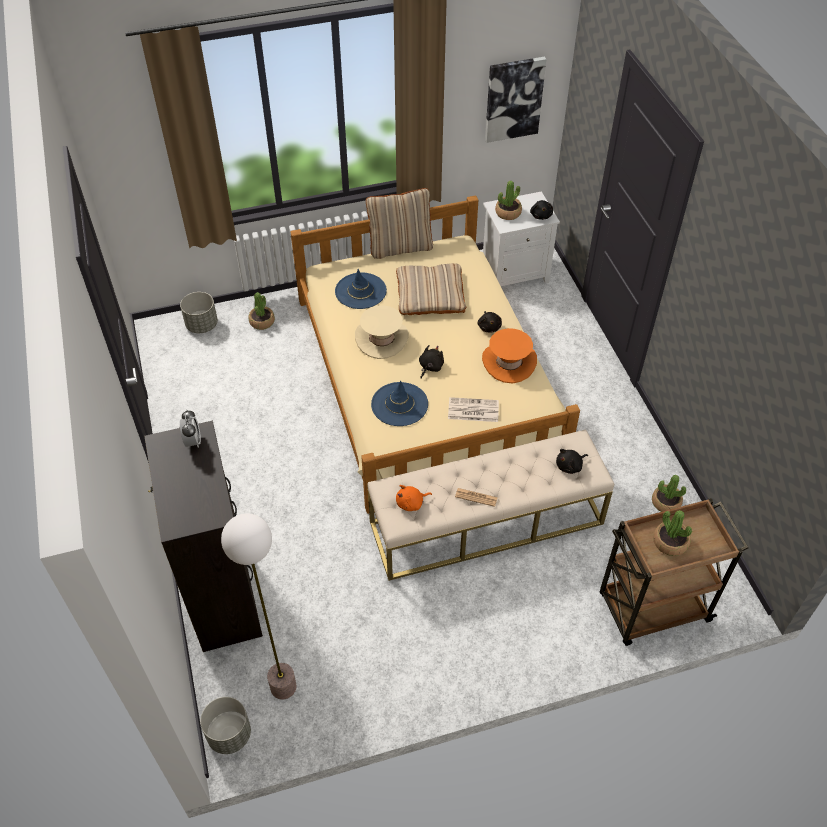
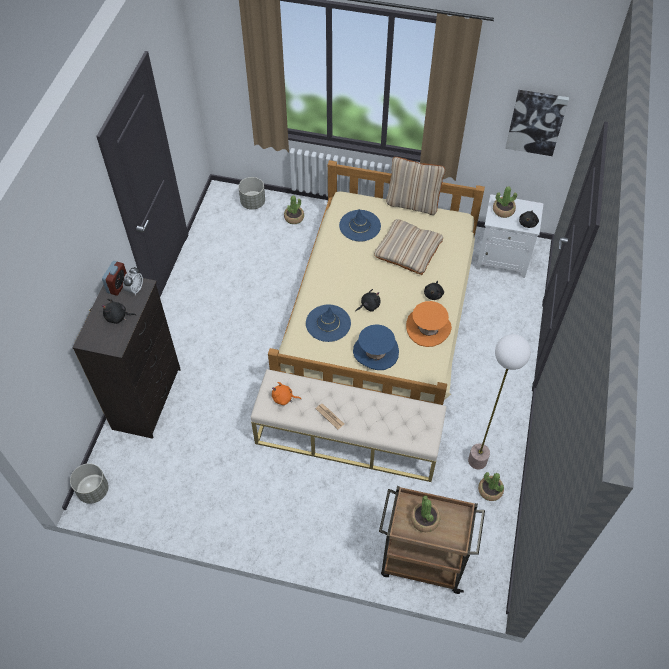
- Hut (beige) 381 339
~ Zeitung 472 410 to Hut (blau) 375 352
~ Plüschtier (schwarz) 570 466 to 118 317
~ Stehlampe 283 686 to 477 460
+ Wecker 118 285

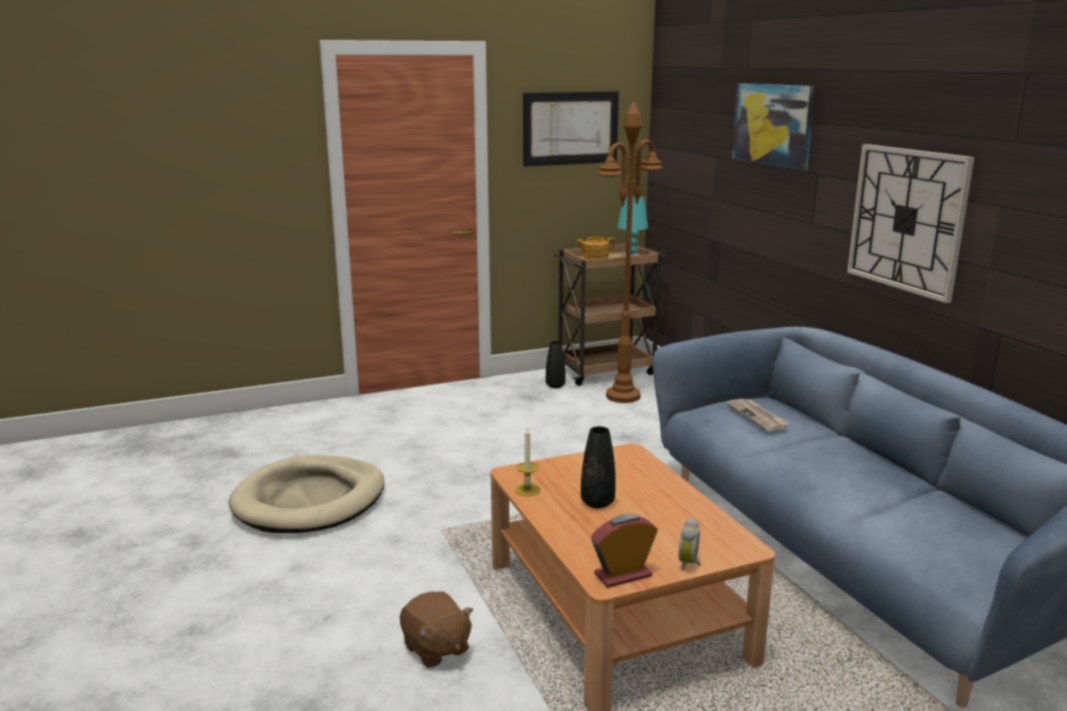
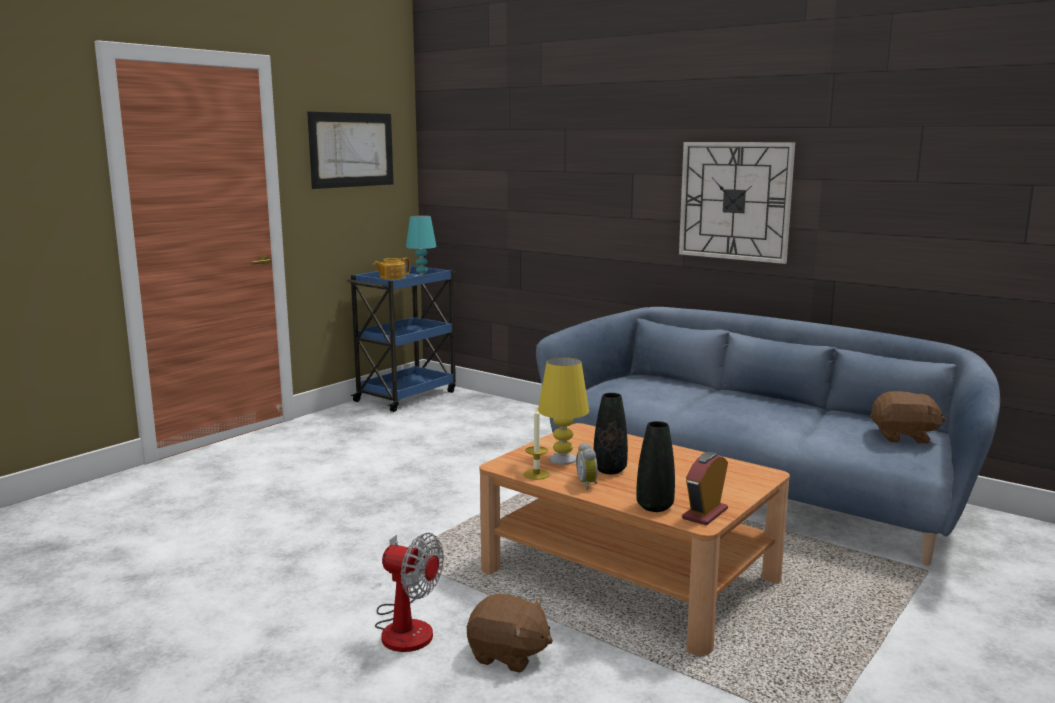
- Bild 773 124
- Stehlampe (braun) 622 396
~ Rollwagen (braun) 606 371 to Rollwagen (blau) 407 396
~ Vase (schwarz) 555 385 to 654 507
- Zeitung 758 417
- Hundebett (beige) 310 500
~ Wecker 690 564 to 588 484
+ Tischlampe (gelb) 563 459
+ Plüschtier (braun) 903 437
+ Ventilator 405 626

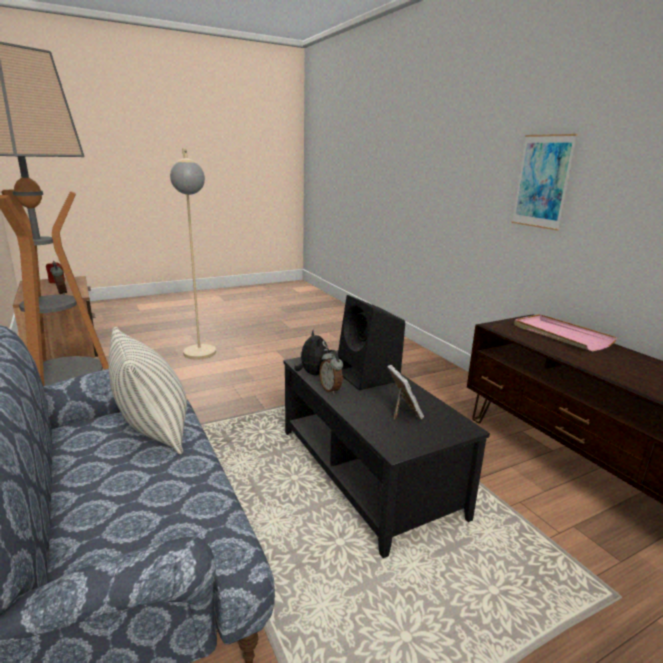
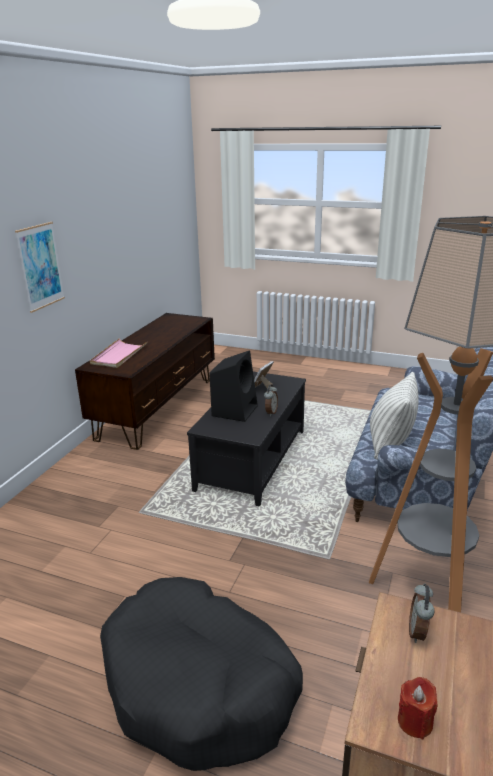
~ Stehlampe (beige) 200 357 to Hundebett (schwarz) 199 684
- Plüschtier 312 374

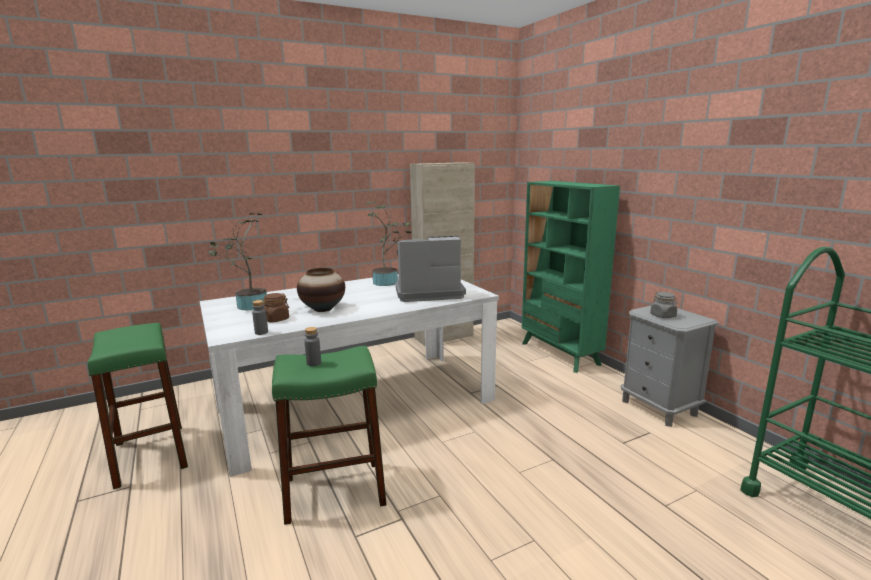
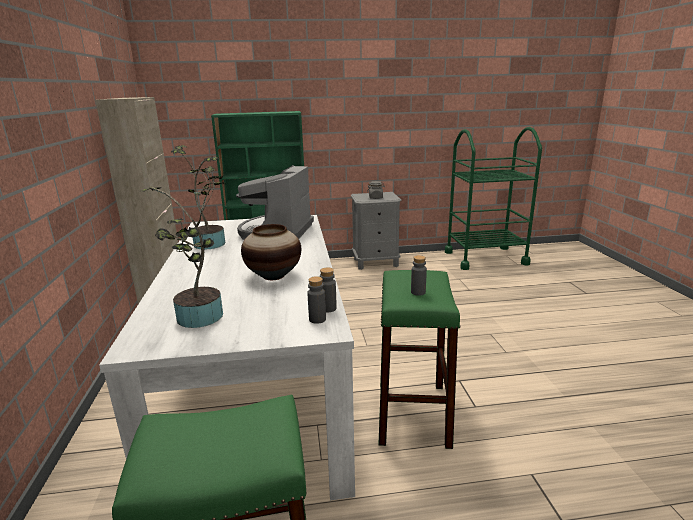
- Vorratsglas (braun) 275 319
+ Flasche (grau) 317 319

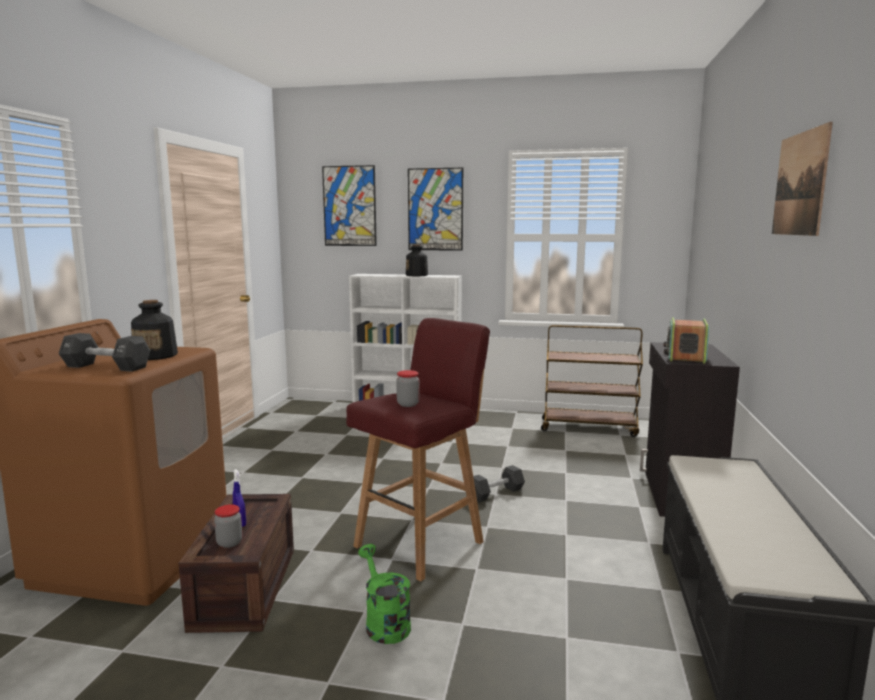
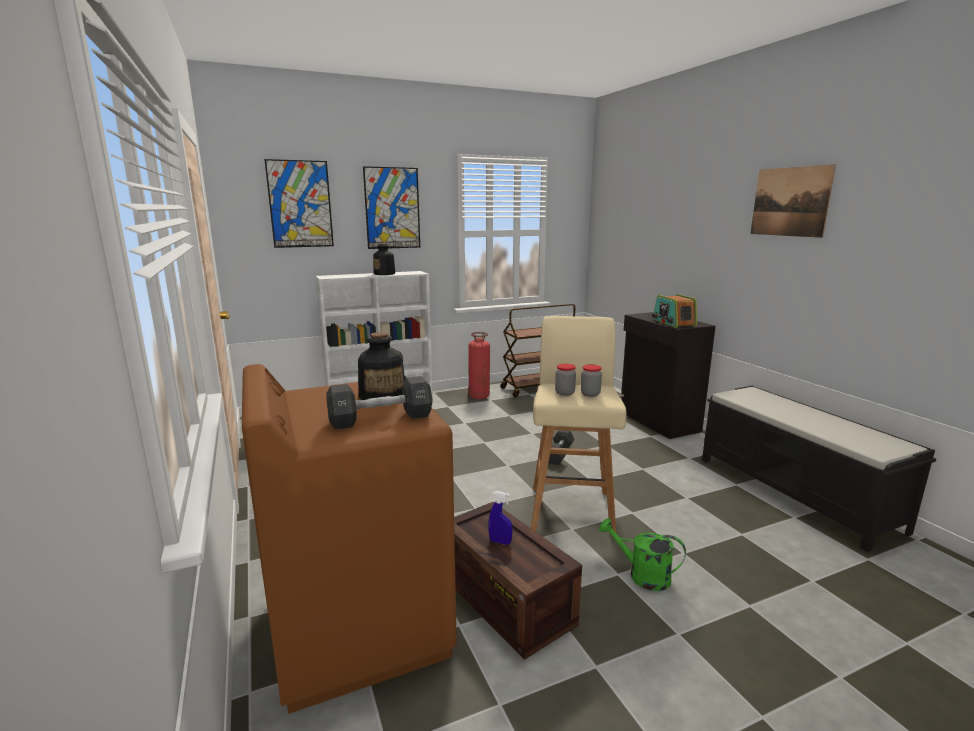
~ Hocker (rot) 421 543 to Hocker (beige) 571 509
~ Vorratsglas 229 543 to 565 393
+ Feuerlöscher 479 396

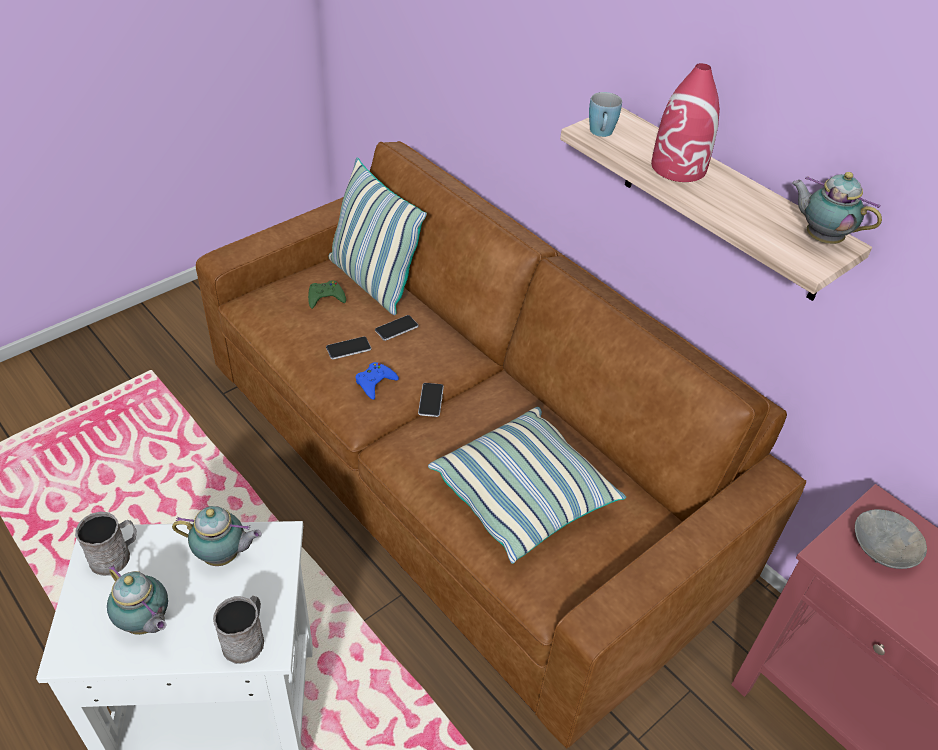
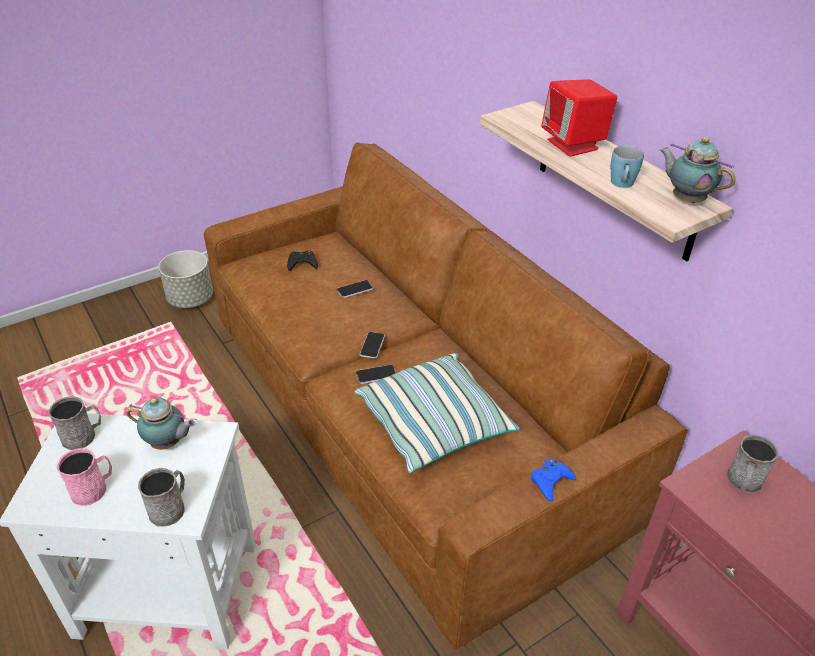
~ Vase (rot) 679 167 to Lautsprecher (rot) 573 145
~ Henkelbecher (blau) 601 134 to 622 185
- Kissen 372 281
~ Gamepad (grün) 325 297 to Gamepad (schwarz) 302 264
~ Handy 348 348 to 376 375
~ Gamepad (blau) 375 383 to 551 481
~ Schüssel (grau) 884 547 to Henkelbecher (grau) 743 482
~ Teekanne 146 624 to Henkelbecher (rosa) 94 489
+ Pflanzkübel (grau) 190 299

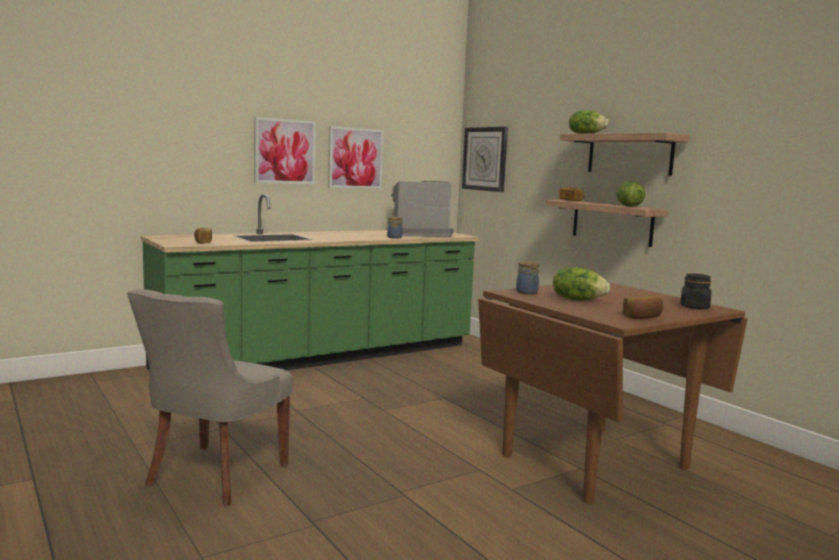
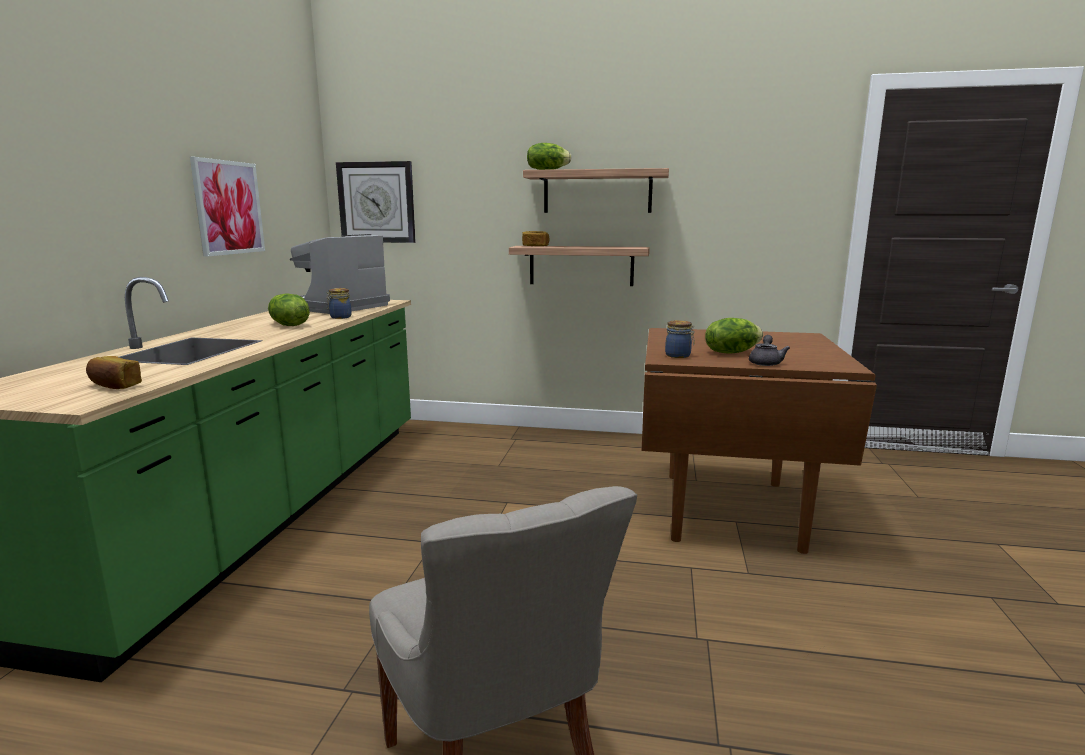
- Bild 285 151
~ Salatkopf 627 206 to 288 325
- Vorratsglas (schwarz) 694 307
- Brot 642 317
+ Teekanne (grau) 766 362

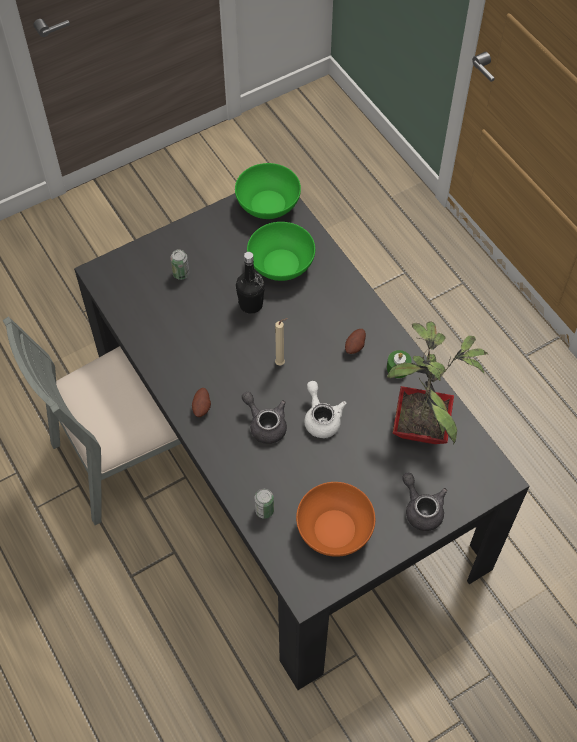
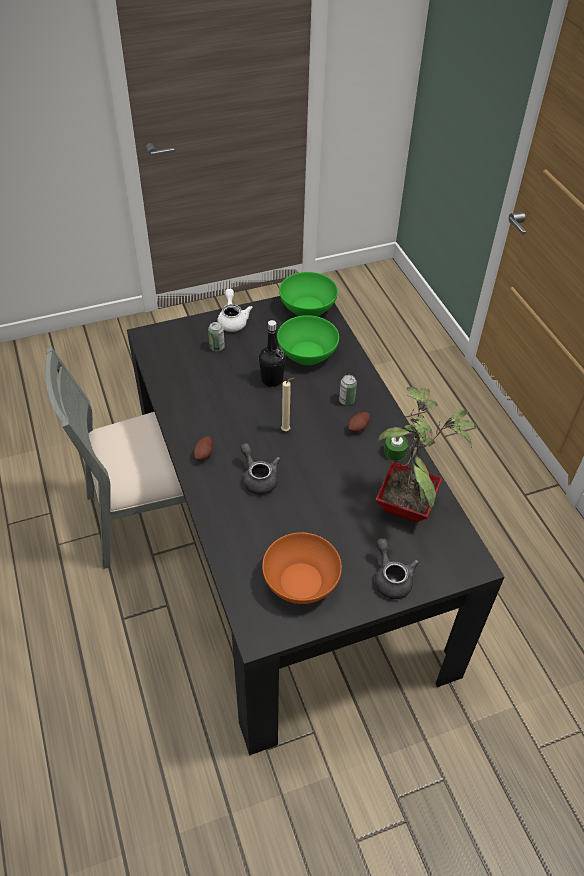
~ Teekanne (weiß) 321 418 to 232 320
~ Dose 264 510 to 346 400

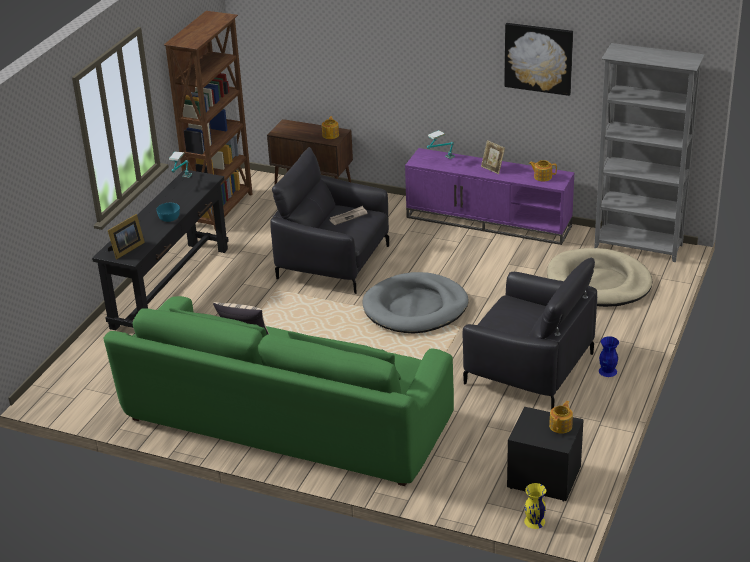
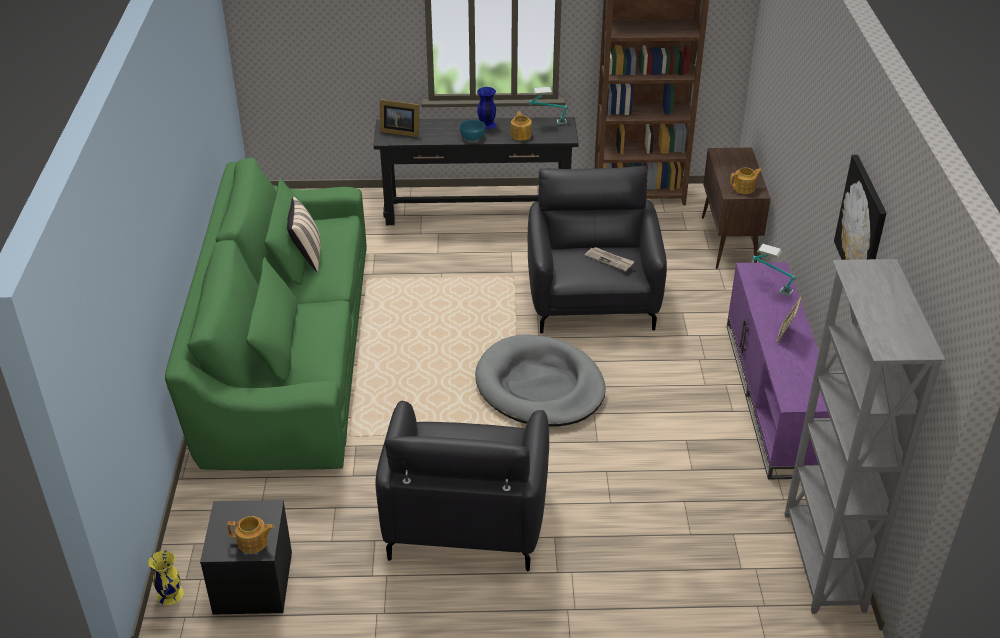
~ Teekanne 542 177 to 521 135
- Hundebett (beige) 598 282
~ Vase (blau) 607 371 to 486 124

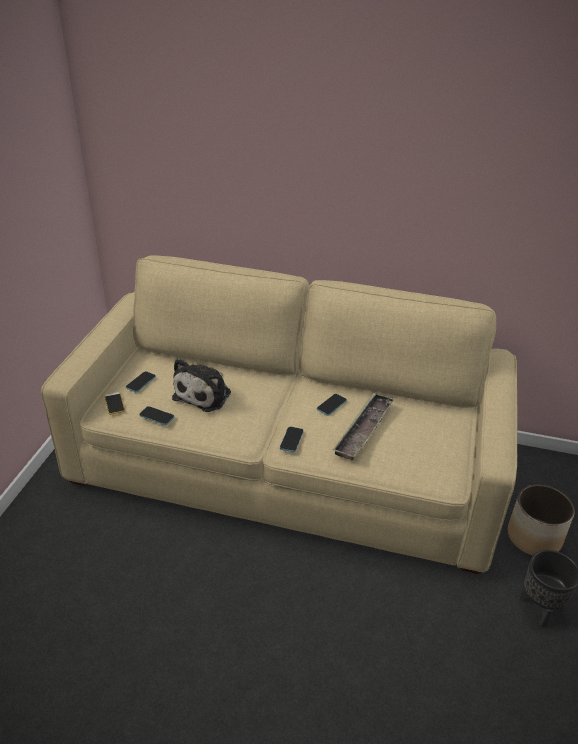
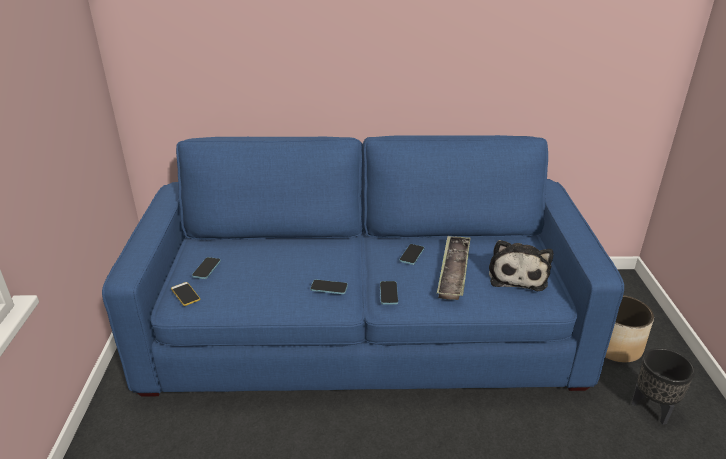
~ Sofa (beige) 286 464 to Sofa (blau) 362 329
~ Plüschtier 204 394 to 517 275
~ Handy 157 416 to 329 288

